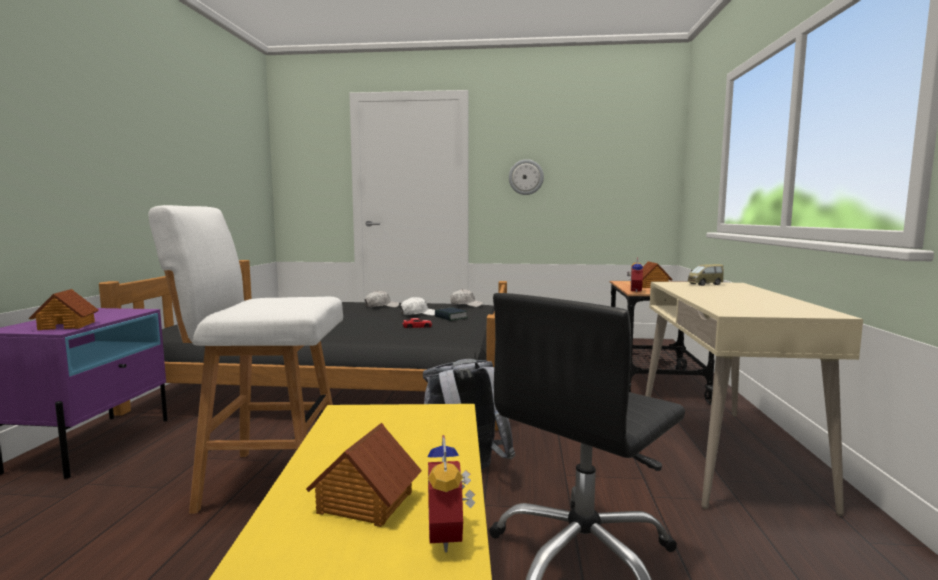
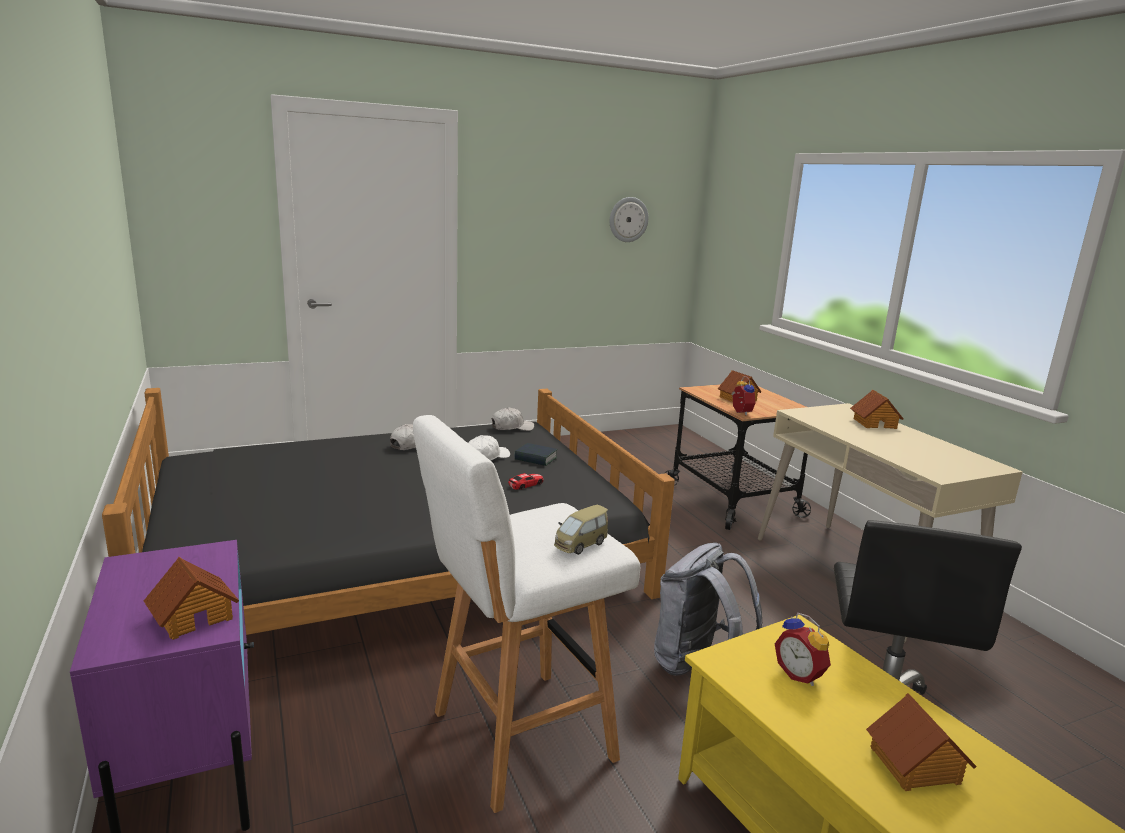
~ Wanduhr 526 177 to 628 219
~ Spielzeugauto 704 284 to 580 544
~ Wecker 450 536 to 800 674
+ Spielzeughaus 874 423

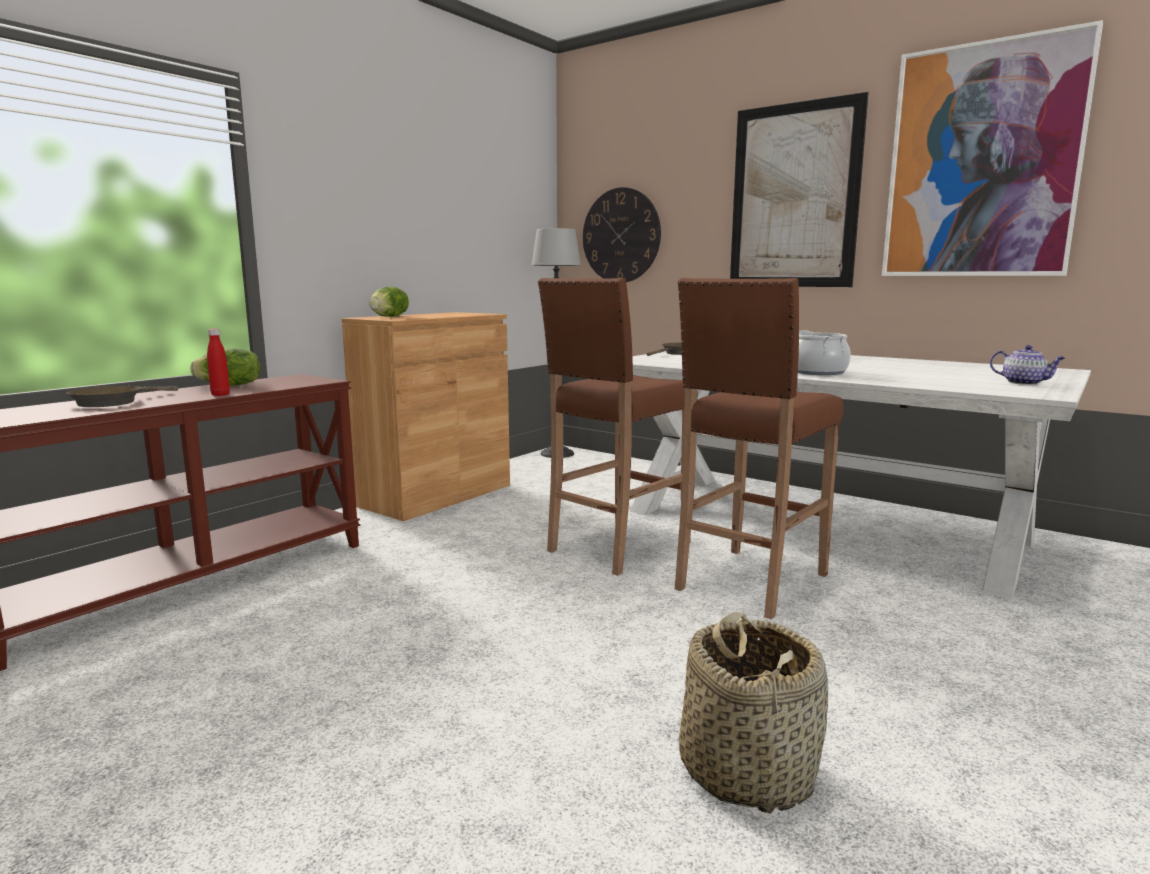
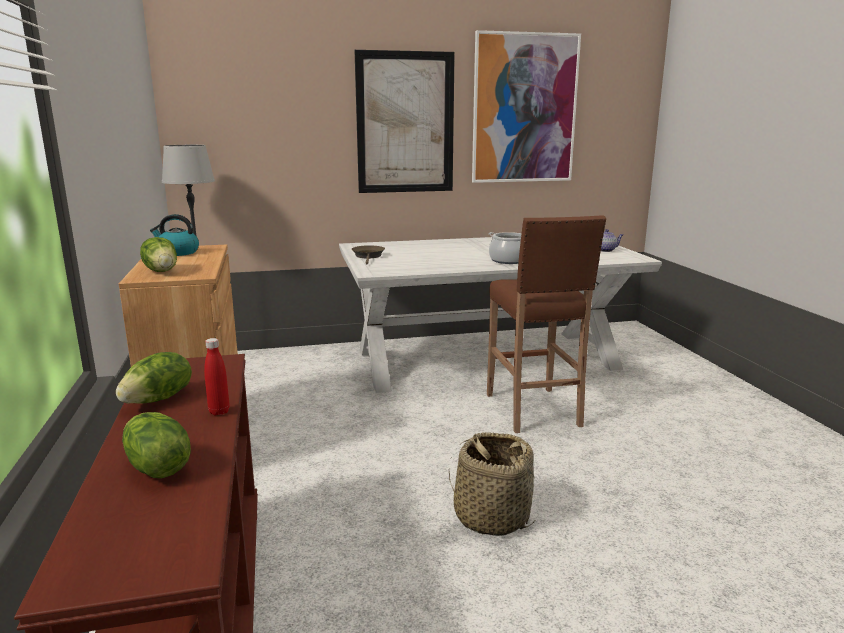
- Wanduhr 621 235
- Hocker (braun) 616 547
~ Pfanne (braun) 112 402 to Salatkopf 156 468
~ Korb 747 770 to 491 516
+ Wasserkessel 177 252

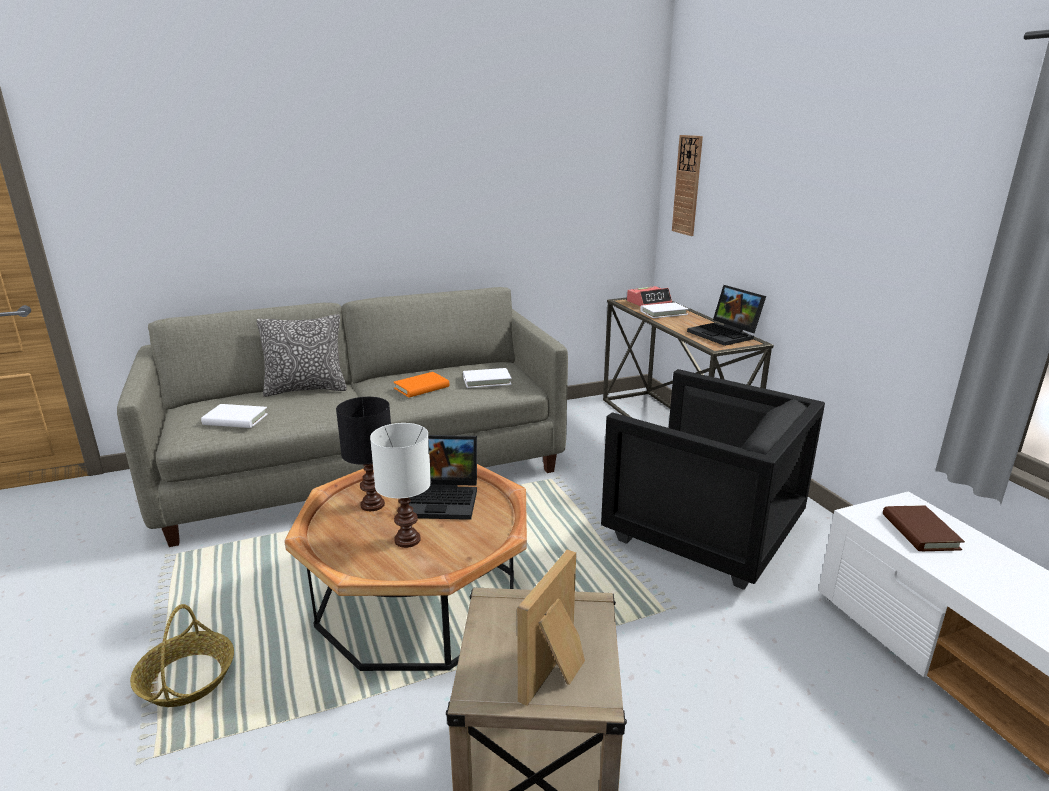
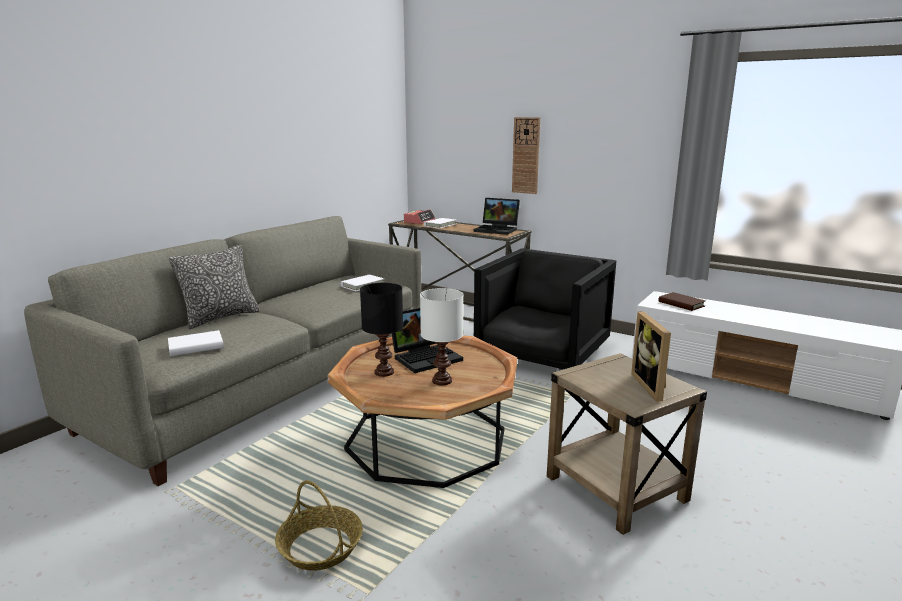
~ Wanduhr 687 185 to 526 155
~ Sessel (schwarz) 701 532 = 542 354 60 degrees counterclockwise
- Buch (orange) 421 388

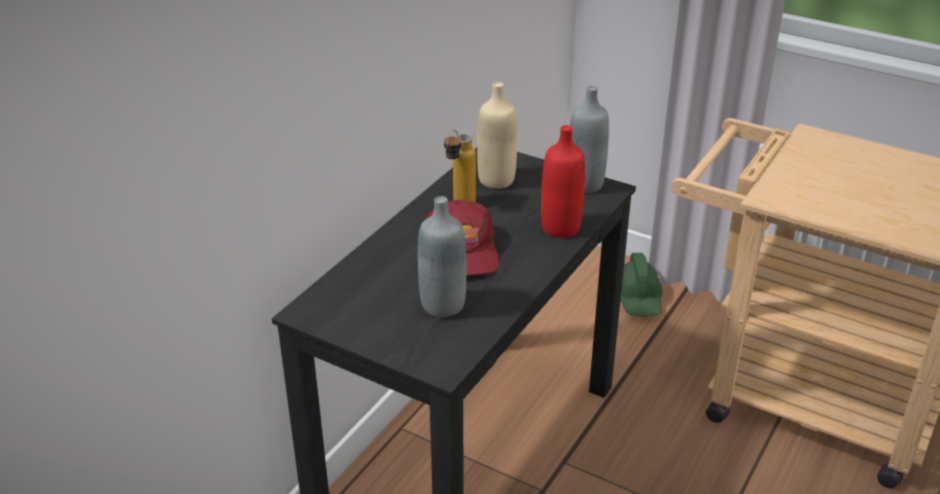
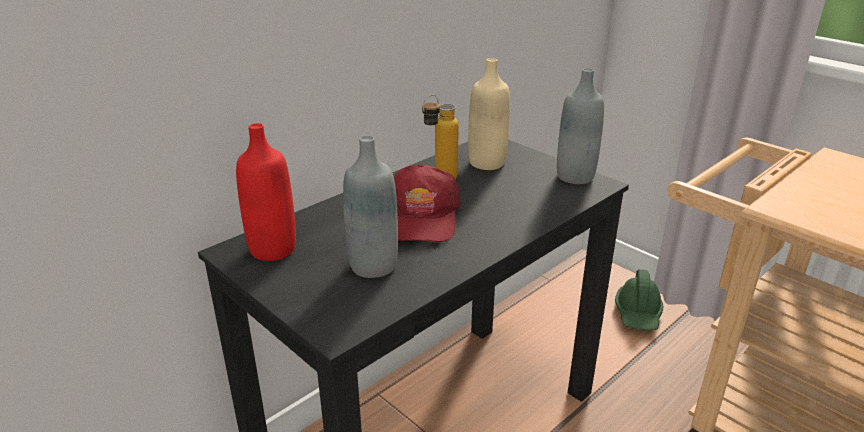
~ Flasche (rot) 560 228 to 273 249

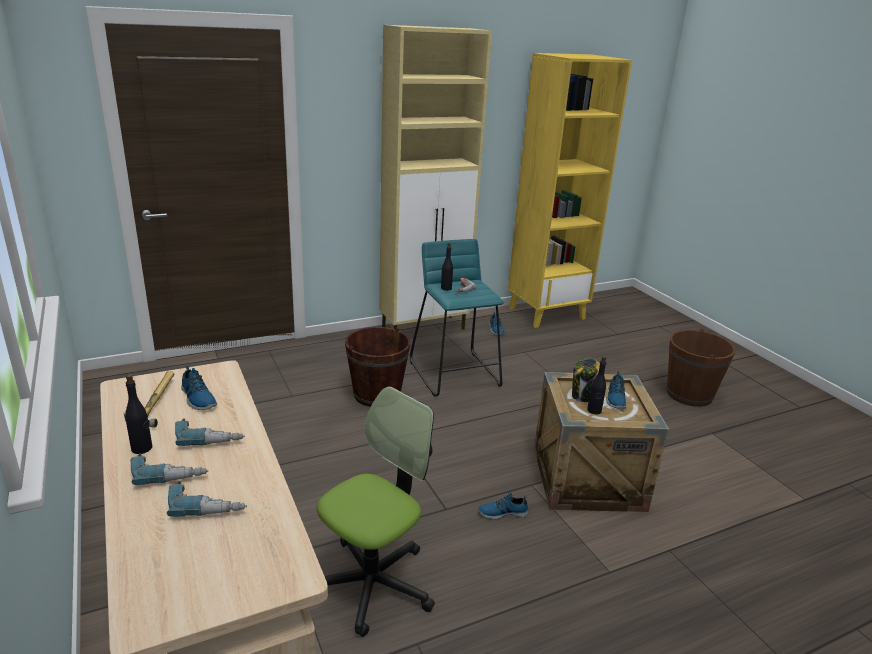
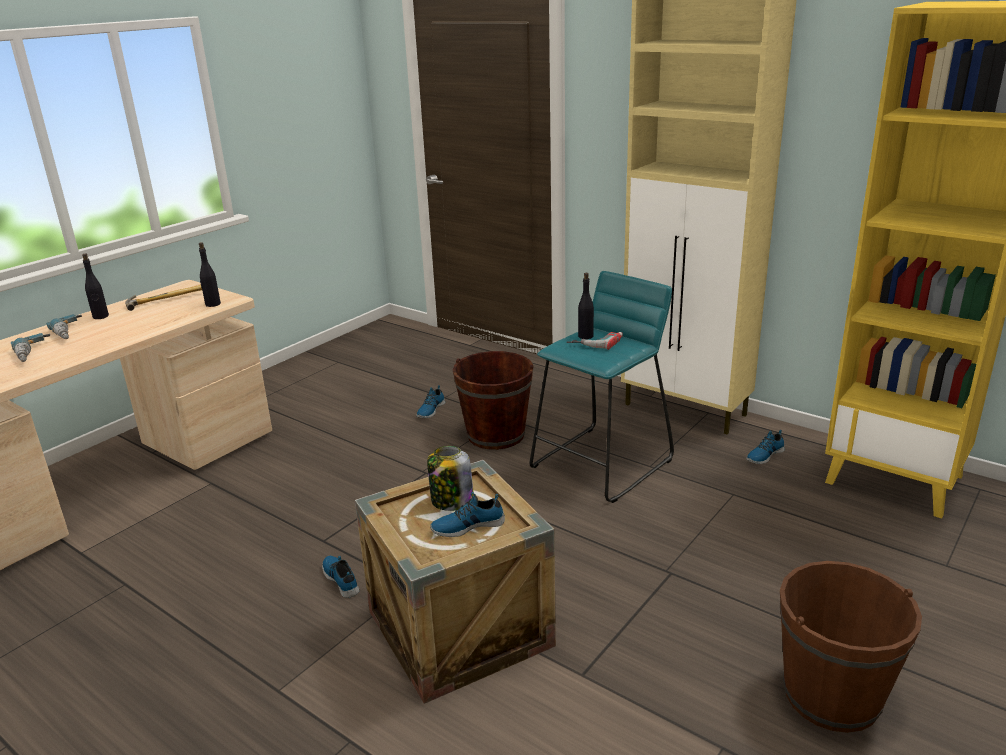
~ Flasche (schwarz) 594 410 to 212 304
~ Schuh 197 398 to 430 410
- Bürostuhl 373 583
- Bohrmaschine 210 437

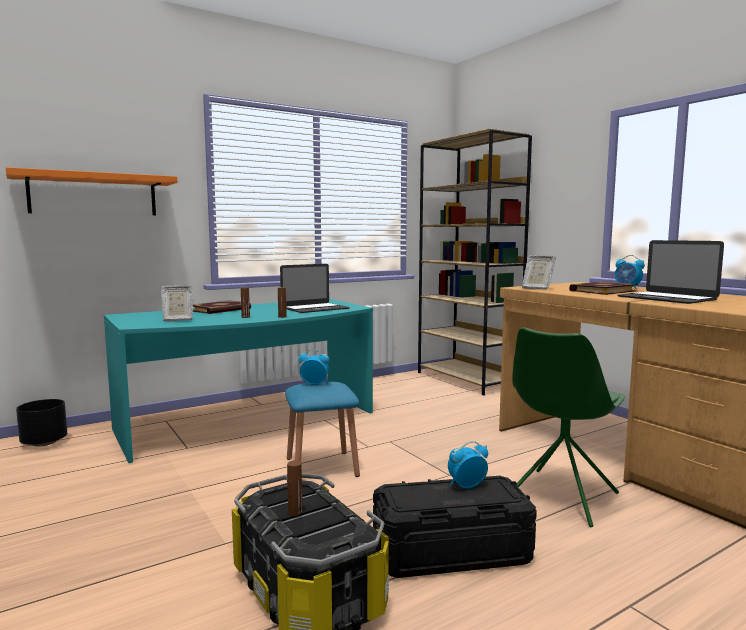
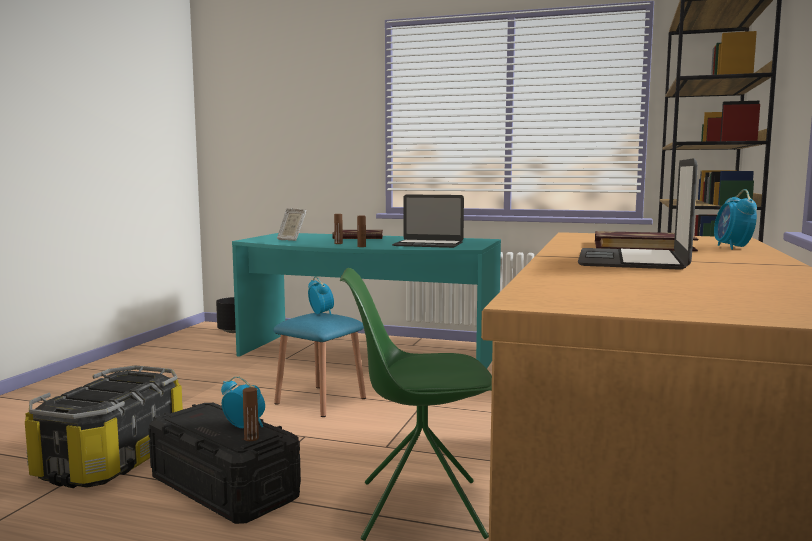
- Wandregal (orange) 94 195
- Bilderrahmen 537 288
~ Flasche (braun) 295 512 to 251 438

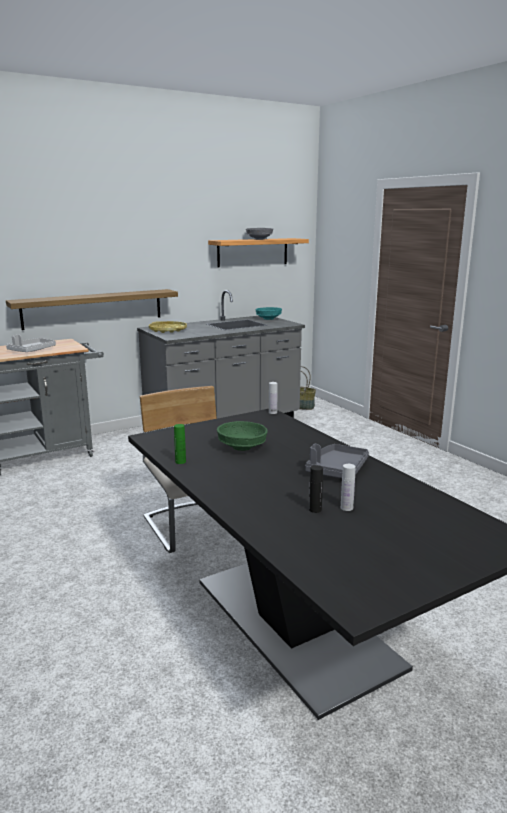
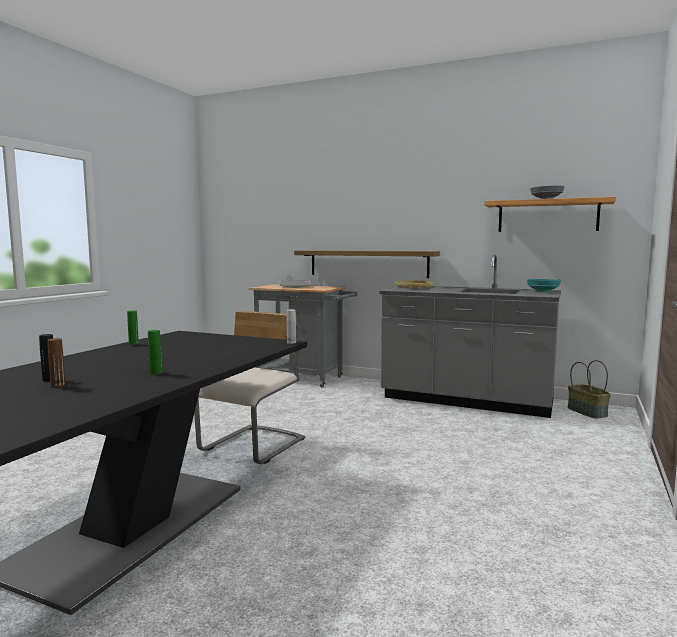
- Schüssel (grün) 242 447
~ Tablett (grau) 337 469 to Flasche (grün) 155 373
~ Flasche (weiß) 346 508 to Flasche (braun) 58 385

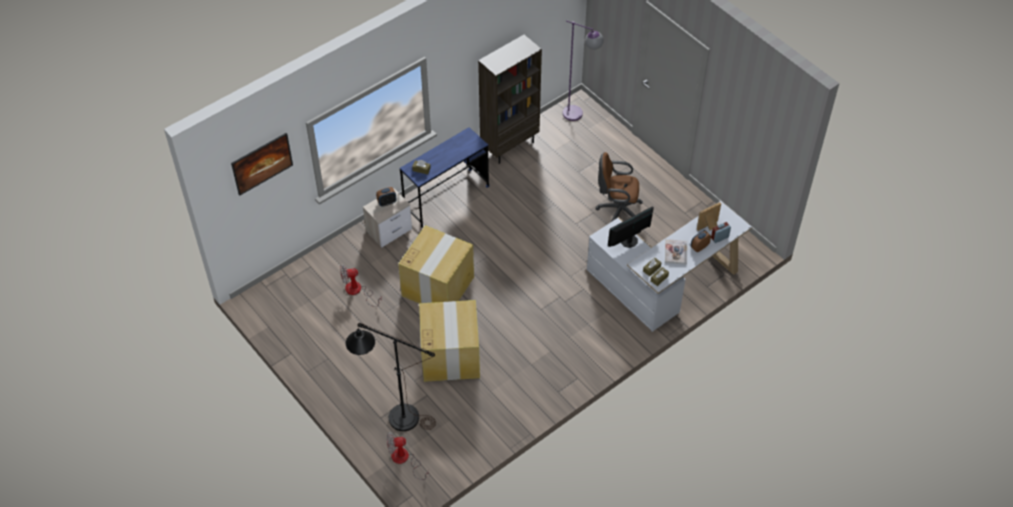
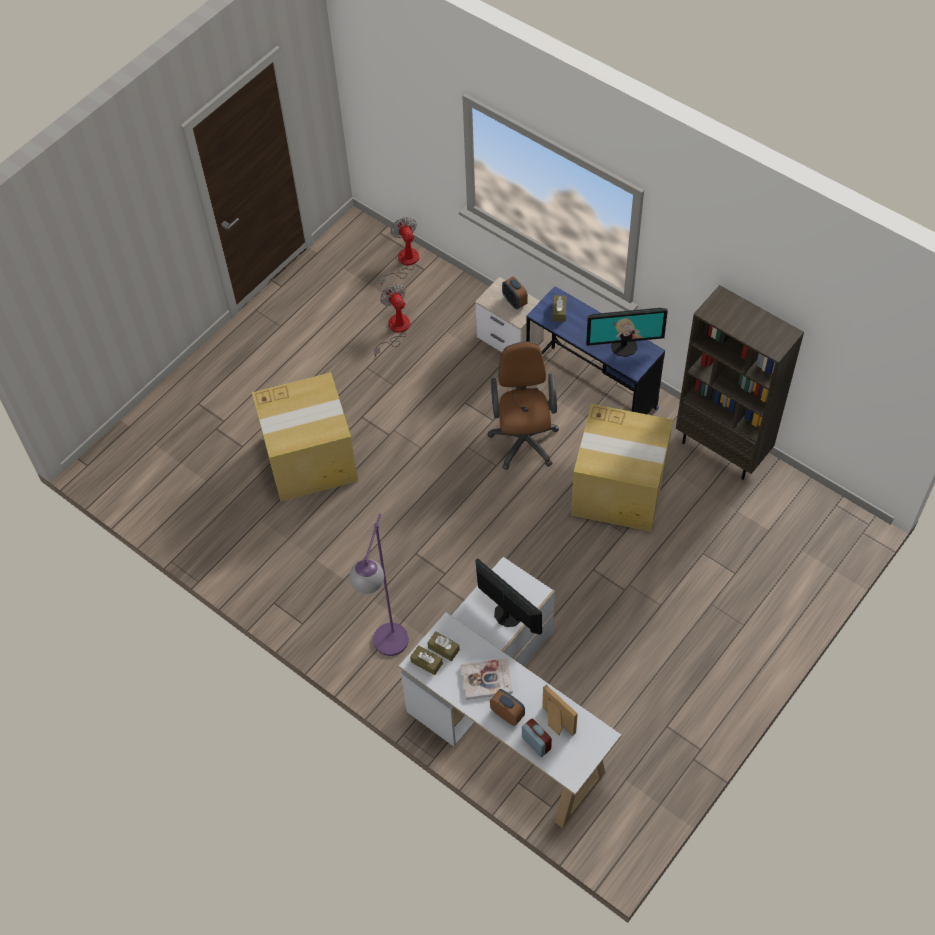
~ Stehlampe (lila) 579 115 to 387 651
- Bild 264 171
~ Bürostuhl (braun) 617 211 to 524 438
~ Karton 438 286 to 620 490
- Stehlampe (schwarz) 395 416
~ Ventilator 404 460 to 404 262
+ Monitor 624 346

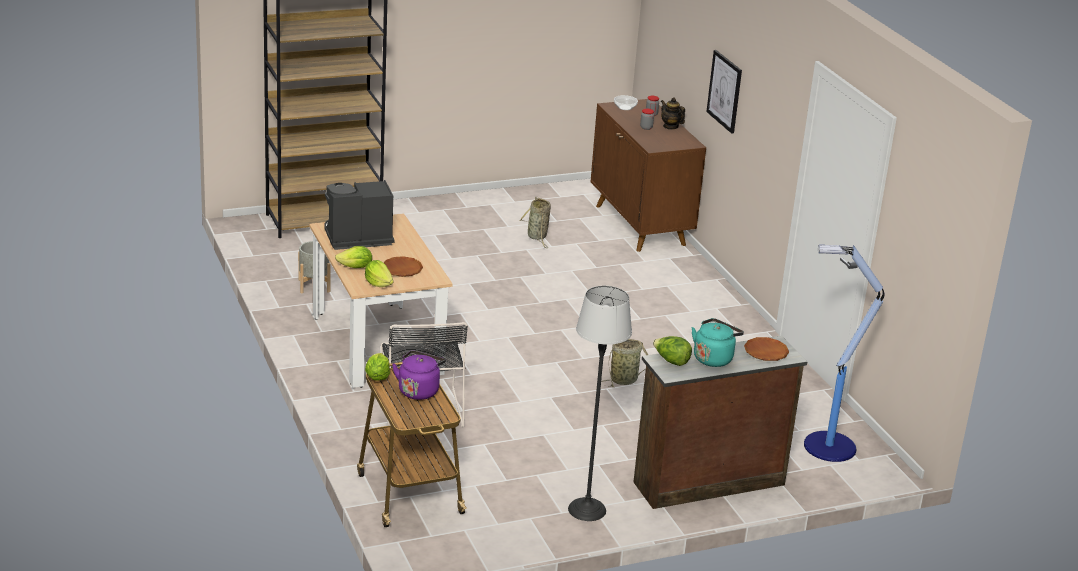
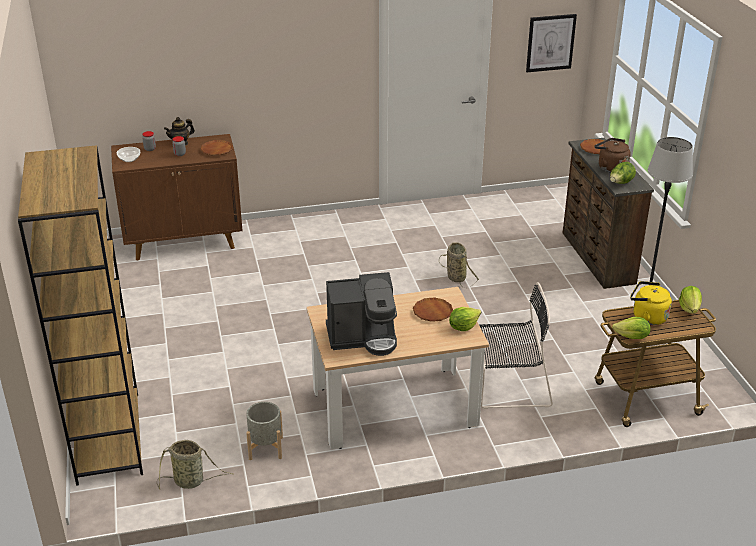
~ Bild 725 91 to 550 43
~ Kaffeemaschine 356 238 = 363 337 90 degrees counterclockwise
~ Korb 537 237 to 191 481
- Stehlampe 827 447
~ Salatkopf 355 267 to 689 308
~ Wasserkessel (türkis) 714 358 to Wasserkessel (braun) 610 167
~ Wasserkessel (lila) 419 390 to Wasserkessel (gelb) 647 317
+ Teller (braun) 217 150

